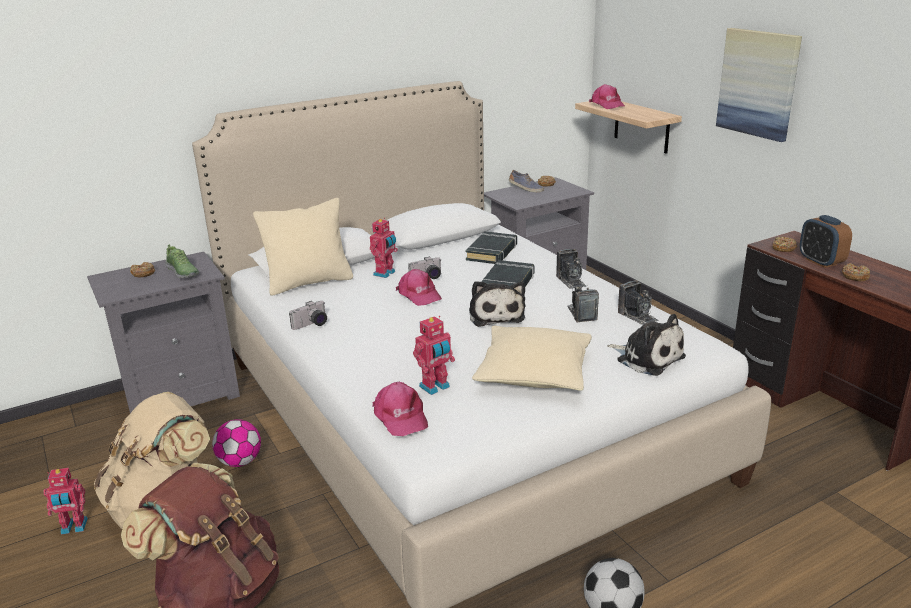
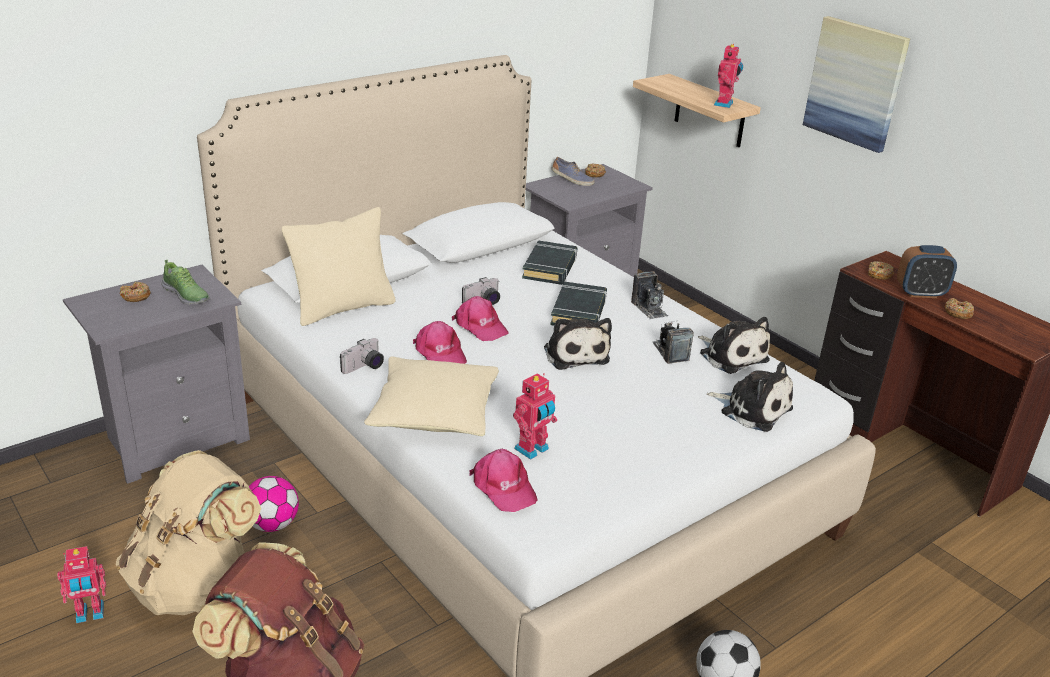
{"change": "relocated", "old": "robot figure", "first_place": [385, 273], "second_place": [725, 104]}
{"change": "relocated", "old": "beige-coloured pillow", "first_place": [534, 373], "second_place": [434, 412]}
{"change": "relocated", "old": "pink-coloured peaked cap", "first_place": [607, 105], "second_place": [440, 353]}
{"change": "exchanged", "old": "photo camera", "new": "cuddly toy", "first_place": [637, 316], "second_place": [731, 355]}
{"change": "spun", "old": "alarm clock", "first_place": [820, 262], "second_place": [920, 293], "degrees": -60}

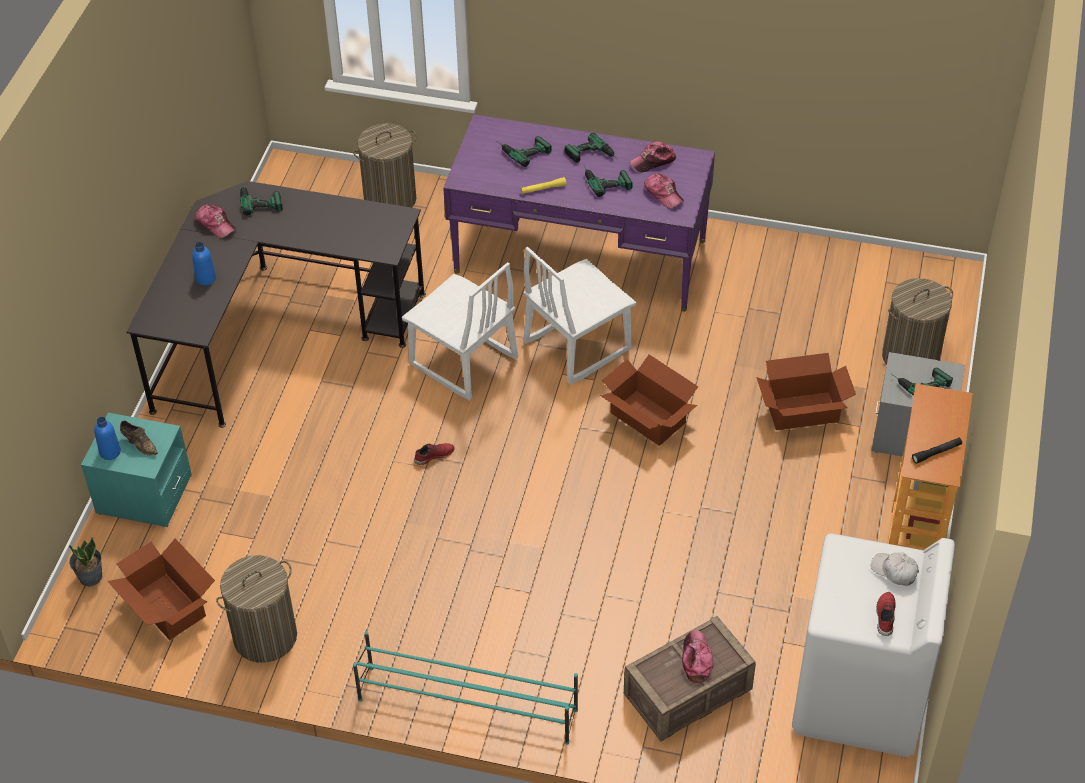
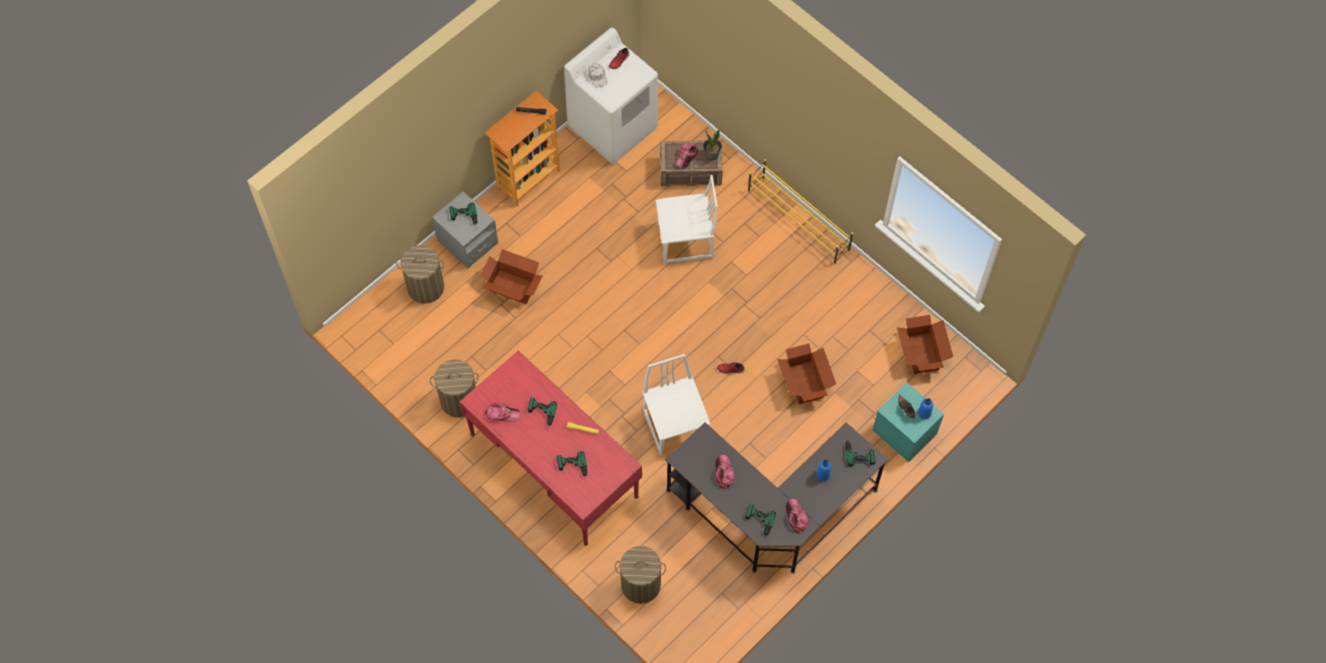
{"change": "relocated", "old": "potted plant", "first_place": [90, 576], "second_place": [712, 155]}
{"change": "relocated", "old": "washing basket", "first_place": [265, 636], "second_place": [459, 400]}
{"change": "colour", "old": "turquoise shoe stand", "new": "yellowish shoe stand", "first_place": [466, 704], "second_place": [798, 221]}
{"change": "colour", "old": "purplish desk", "new": "red desk", "first_place": [580, 256], "second_place": [554, 465]}
{"change": "relocated", "old": "whitish upright chair", "first_place": [576, 345], "second_place": [685, 240]}
{"change": "relocated", "old": "power drill", "first_place": [593, 157], "second_place": [858, 450]}
{"change": "relocated", "old": "carton", "first_place": [648, 418], "second_place": [805, 382]}
{"change": "relocated", "old": "peaked cap", "first_place": [663, 194], "second_place": [723, 473]}

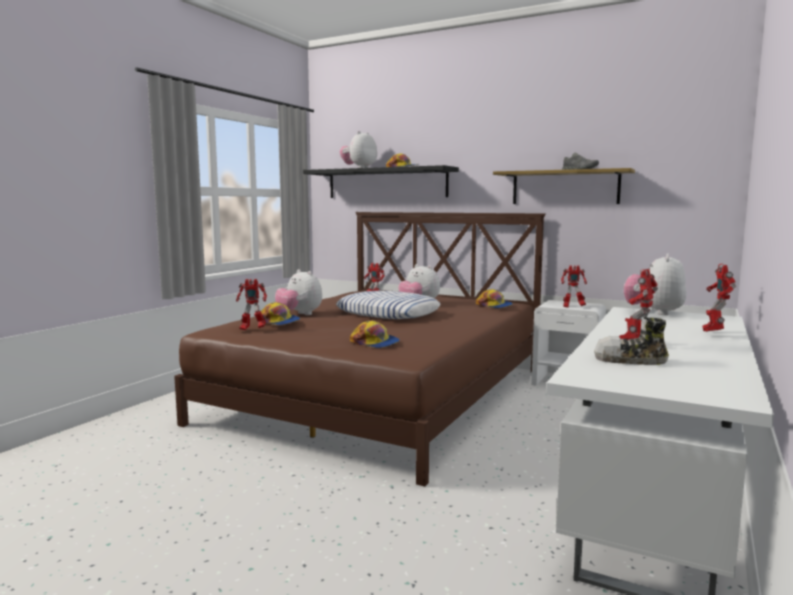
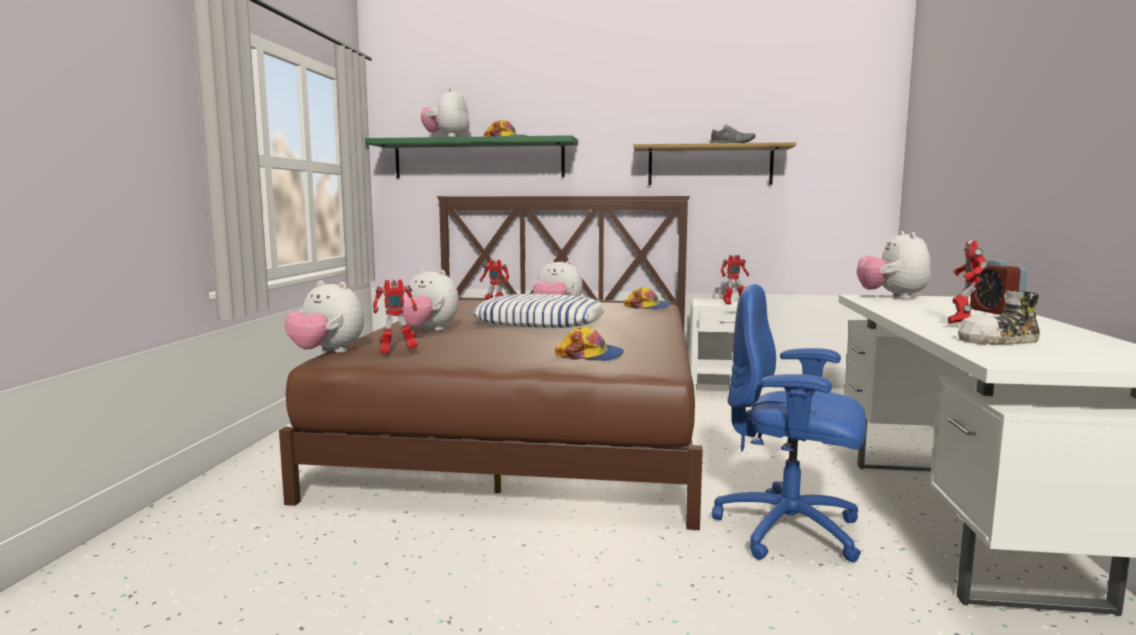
{"change": "missing", "old": "peaked cap", "first_place": [279, 321]}
{"change": "colour", "old": "blackish bracket shelf", "new": "green bracket shelf", "first_place": [386, 183], "second_place": [479, 159]}
{"change": "exchanged", "old": "robot figure", "new": "alarm clock", "first_place": [713, 333], "second_place": [995, 312]}
{"change": "appeared", "new": "cuddly toy", "second_place": [327, 353]}
{"change": "appeared", "new": "blue office chair", "second_place": [790, 531]}

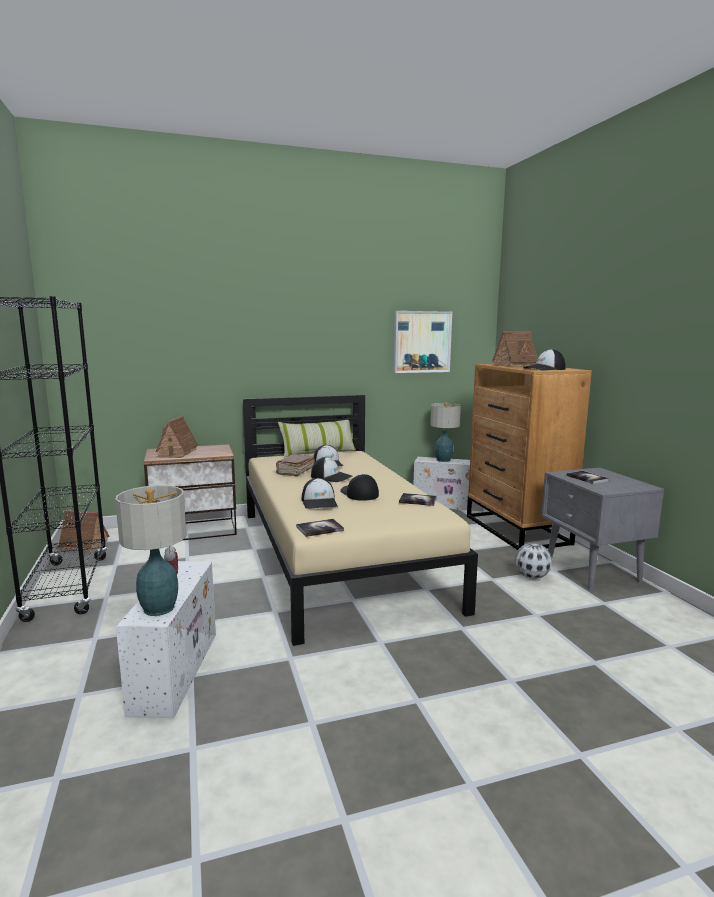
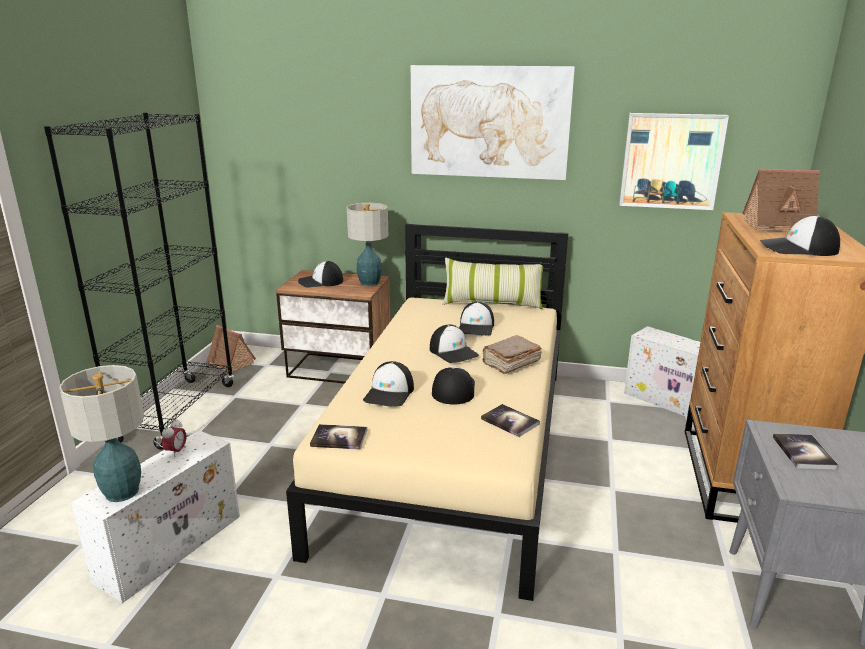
{"change": "exchanged", "old": "model house", "new": "peaked cap", "first_place": [176, 453], "second_place": [320, 282]}
{"change": "relocated", "old": "brown bound book", "first_place": [295, 472], "second_place": [510, 363]}
{"change": "relocated", "old": "tabletop lamp", "first_place": [443, 460], "second_place": [369, 283]}
{"change": "missing", "old": "football", "first_place": [531, 576]}
{"change": "appeared", "new": "wall art", "second_place": [489, 122]}

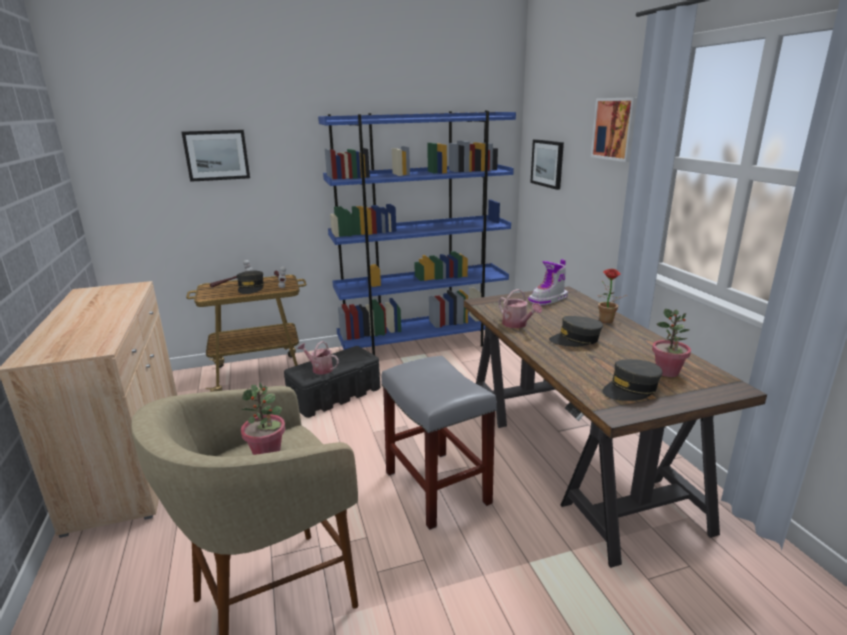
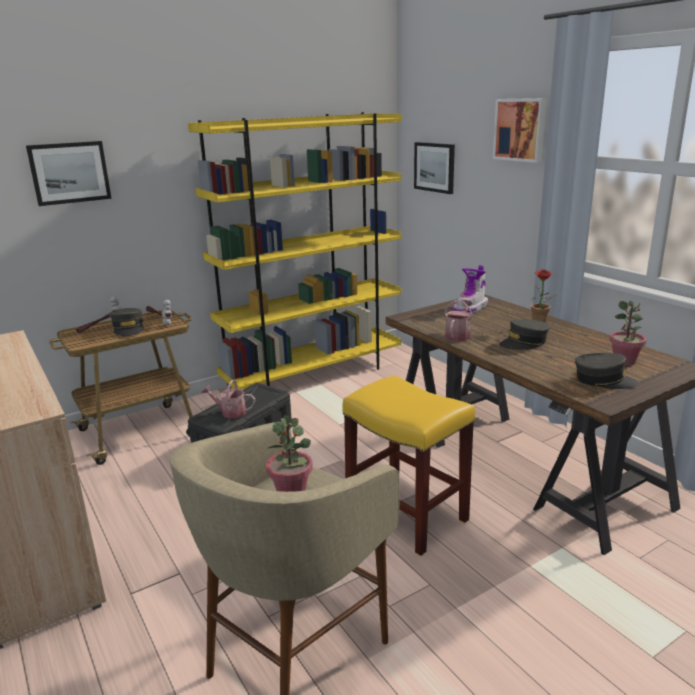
{"change": "colour", "old": "blue shelving unit", "new": "yellowish shelving unit", "first_place": [423, 345], "second_place": [314, 375]}
{"change": "colour", "old": "greyish stool seat", "new": "yellowish stool seat", "first_place": [435, 487], "second_place": [405, 515]}
{"change": "spun", "old": "sprinkling can", "first_place": [517, 324], "second_place": [458, 335], "degrees": -105}
{"change": "spun", "old": "greyish peaked cap", "first_place": [631, 389], "second_place": [604, 380], "degrees": -120}

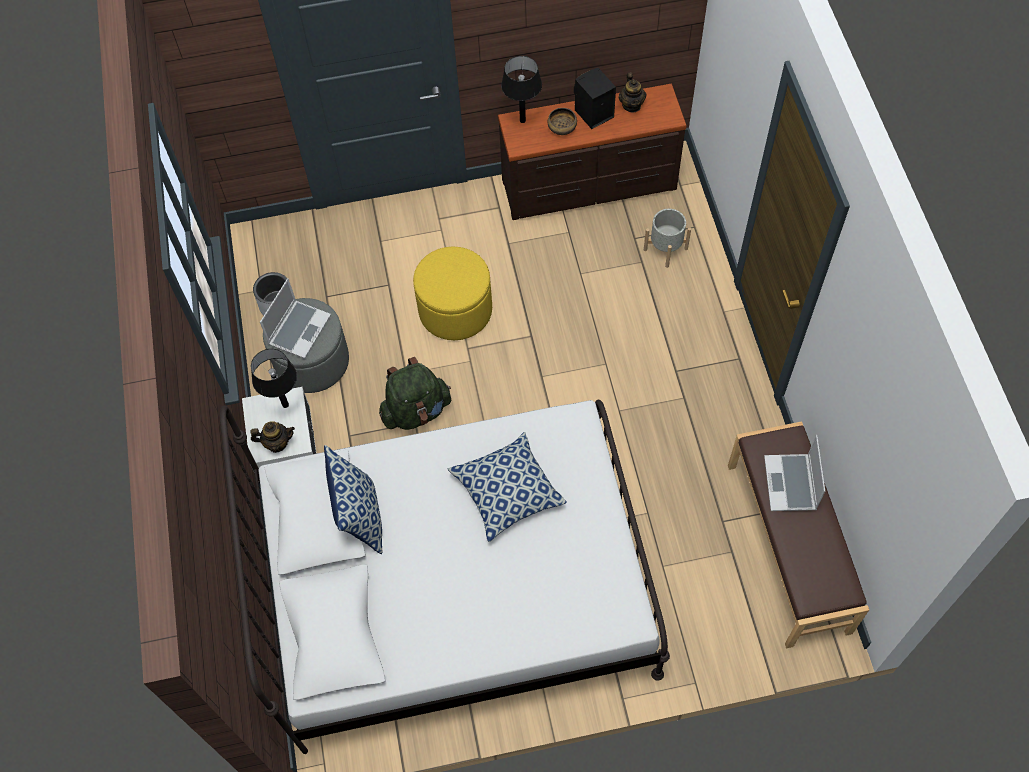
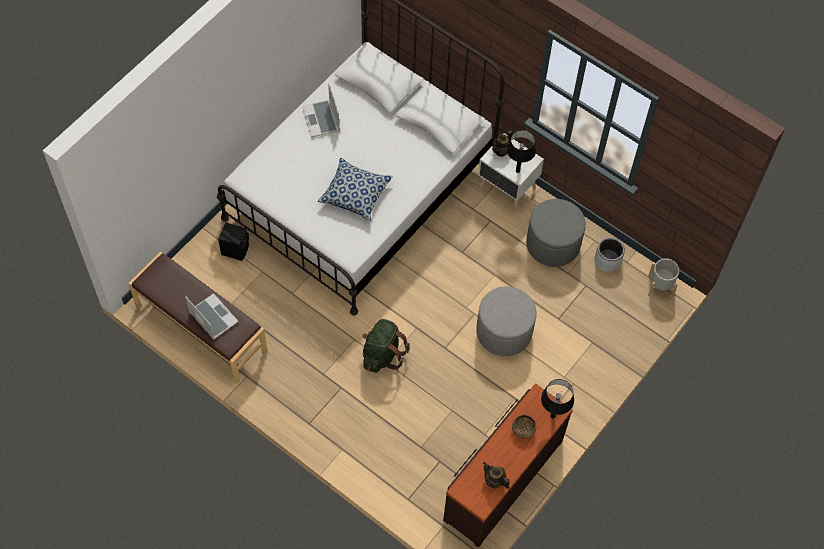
{"change": "relocated", "old": "portable computer", "first_place": [299, 329], "second_place": [321, 119]}
{"change": "missing", "old": "pillow", "first_place": [359, 516]}
{"change": "relocated", "old": "green knapsack", "first_place": [416, 411], "second_place": [382, 354]}
{"change": "colour", "old": "yellowish pouffe", "new": "greyish pouffe", "first_place": [455, 310], "second_place": [504, 331]}
{"change": "relocated", "old": "blackish loudspeaker", "first_place": [592, 114], "second_place": [236, 249]}
{"change": "relocated", "old": "greyish planter", "first_place": [665, 249], "second_place": [660, 286]}

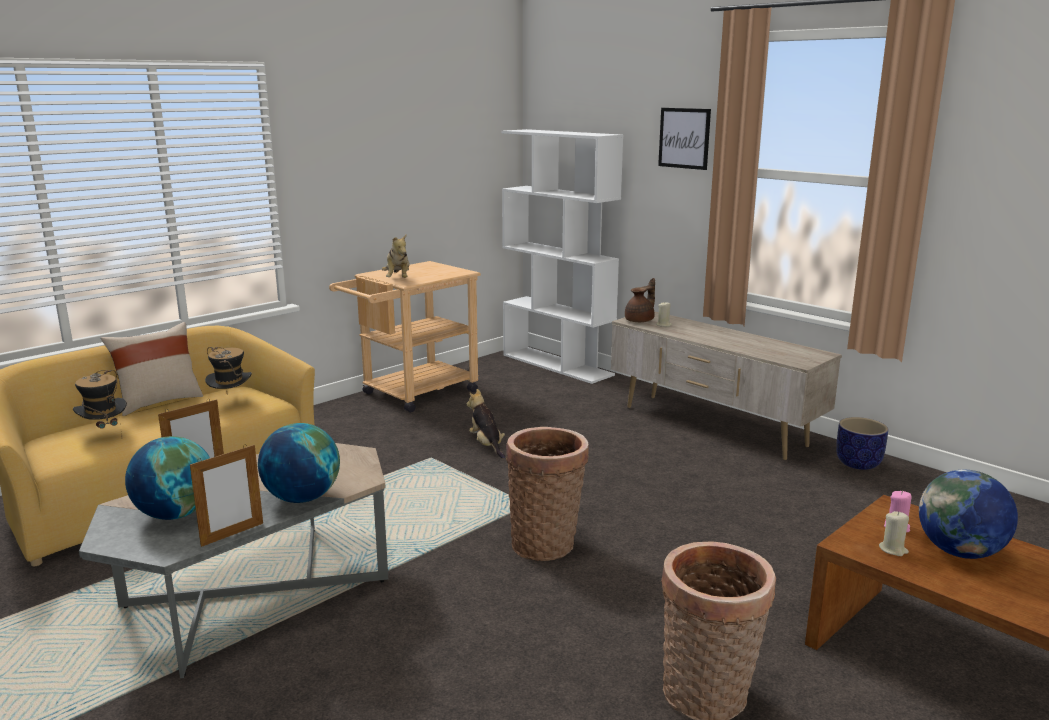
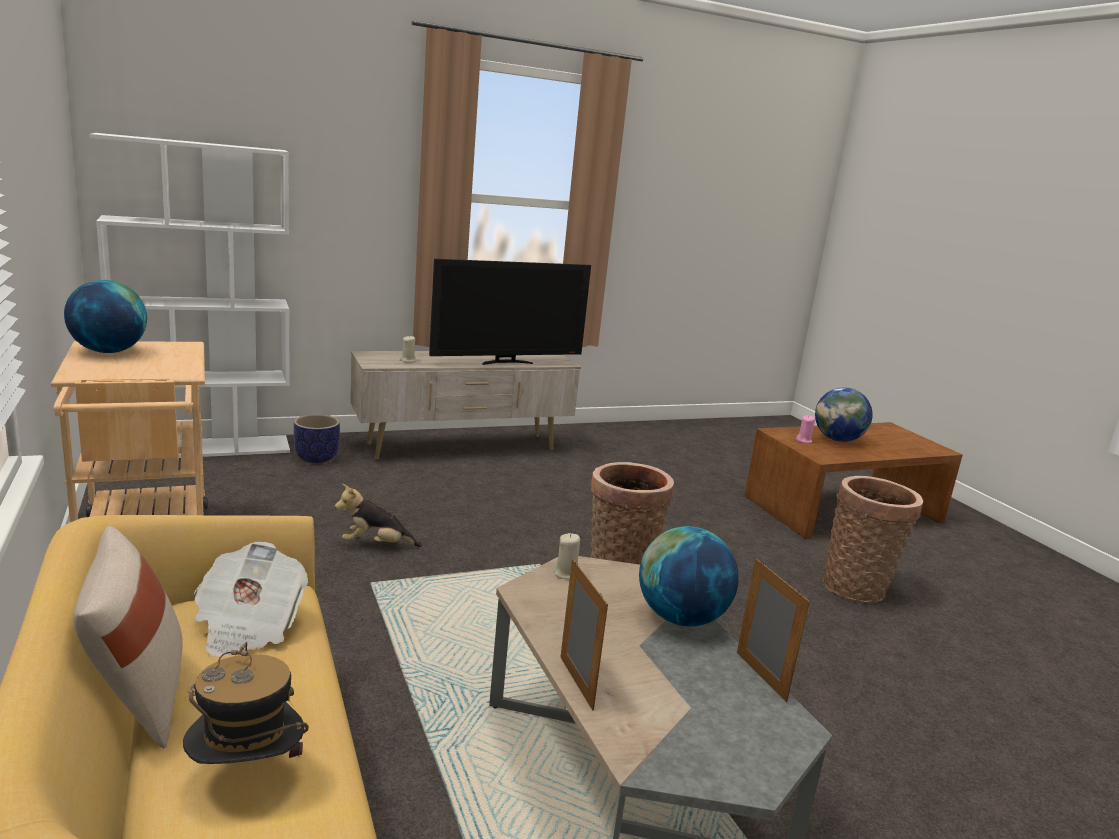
{"change": "relocated", "old": "globe", "first_place": [176, 514], "second_place": [108, 351]}
{"change": "exchanged", "old": "wearable hat", "new": "daily paper", "first_place": [231, 402], "second_place": [248, 625]}
{"change": "missing", "old": "cuddly toy", "first_place": [398, 279]}
{"change": "missing", "old": "brown pot for tea", "first_place": [640, 320]}
{"change": "missing", "old": "wall art", "first_place": [684, 138]}
{"change": "relocated", "old": "planter", "first_place": [859, 463], "second_place": [317, 458]}
{"change": "relocated", "old": "beige-coloured wax light", "first_place": [893, 550], "second_place": [566, 573]}
{"change": "appeared", "new": "TV", "second_place": [506, 362]}

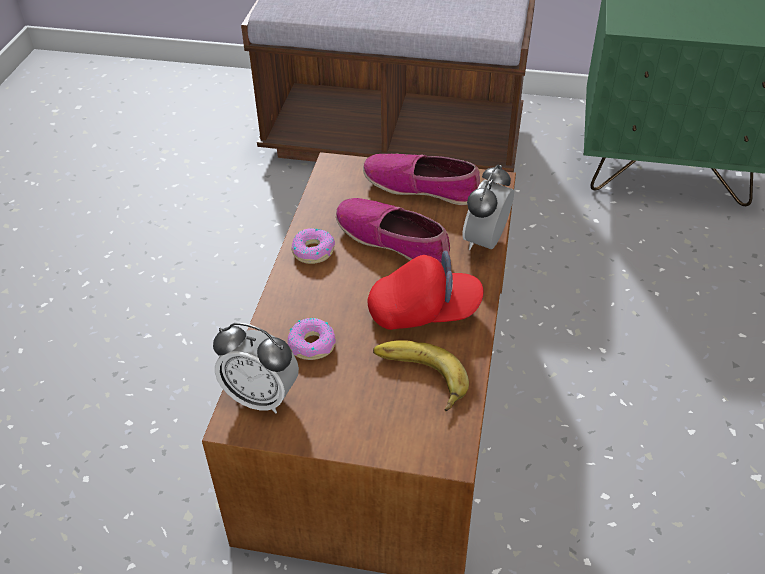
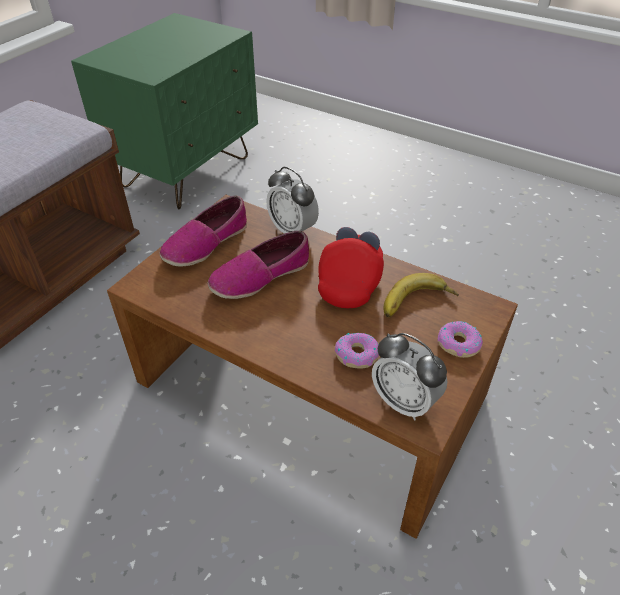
{"change": "spun", "old": "alarm clock", "first_place": [261, 397], "second_place": [404, 401], "degrees": 90}
{"change": "relocated", "old": "ring doughnut", "first_place": [313, 251], "second_place": [458, 344]}

